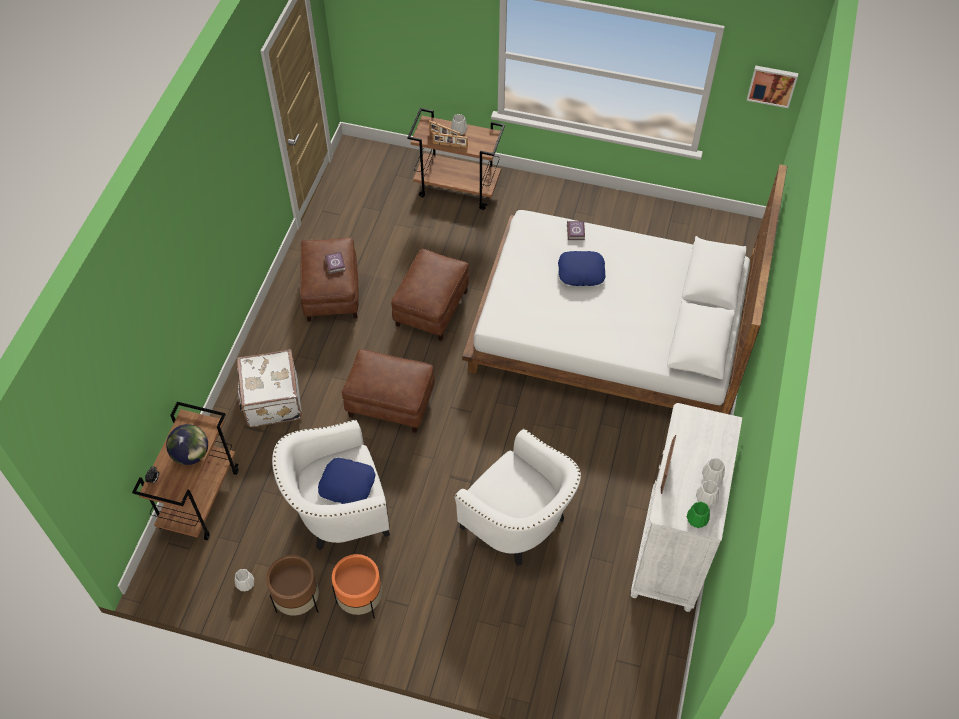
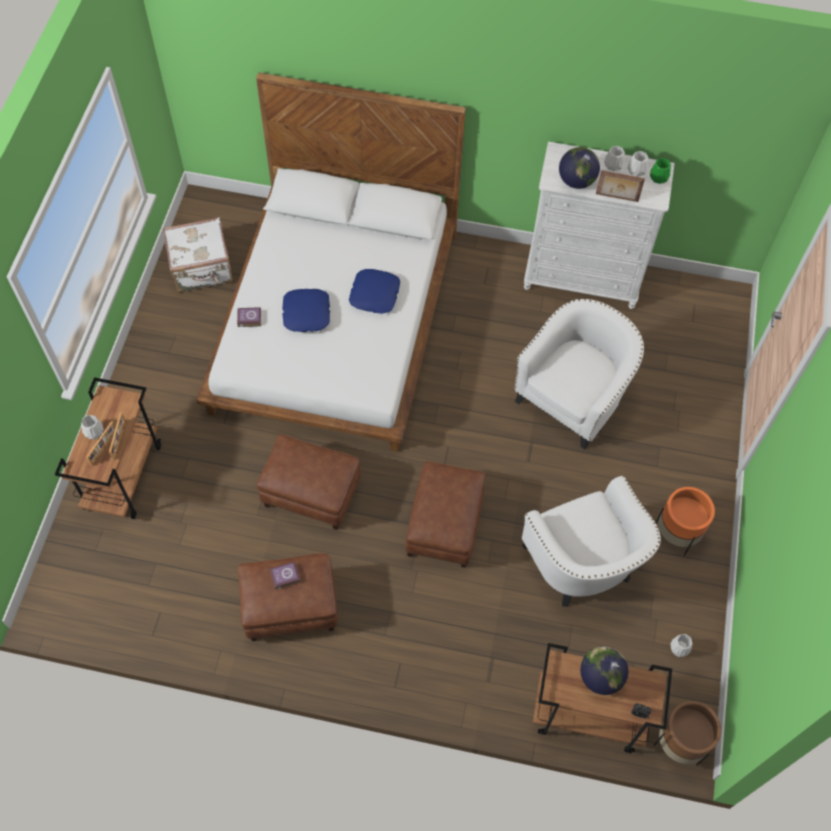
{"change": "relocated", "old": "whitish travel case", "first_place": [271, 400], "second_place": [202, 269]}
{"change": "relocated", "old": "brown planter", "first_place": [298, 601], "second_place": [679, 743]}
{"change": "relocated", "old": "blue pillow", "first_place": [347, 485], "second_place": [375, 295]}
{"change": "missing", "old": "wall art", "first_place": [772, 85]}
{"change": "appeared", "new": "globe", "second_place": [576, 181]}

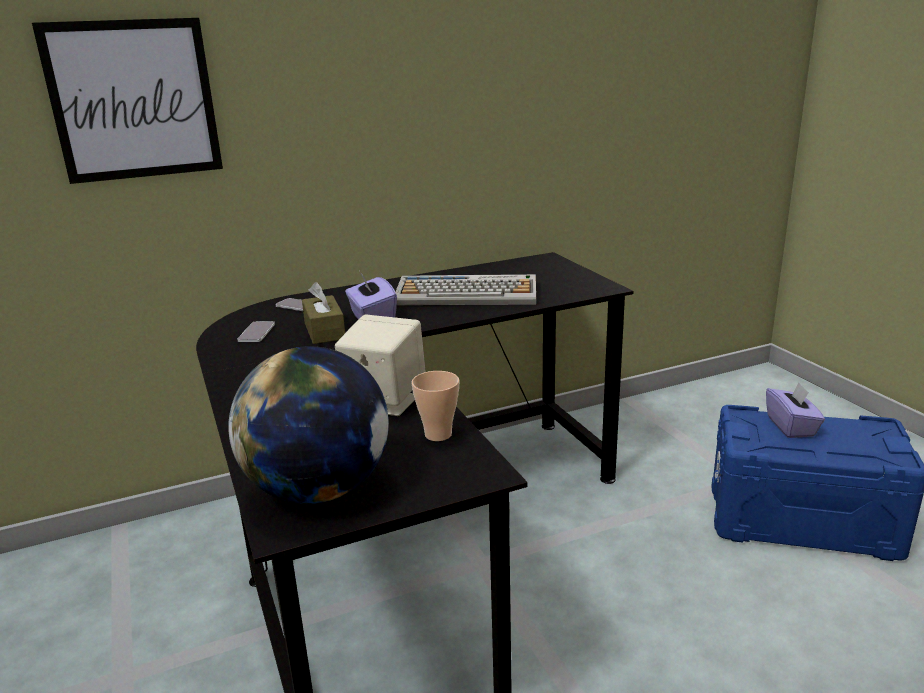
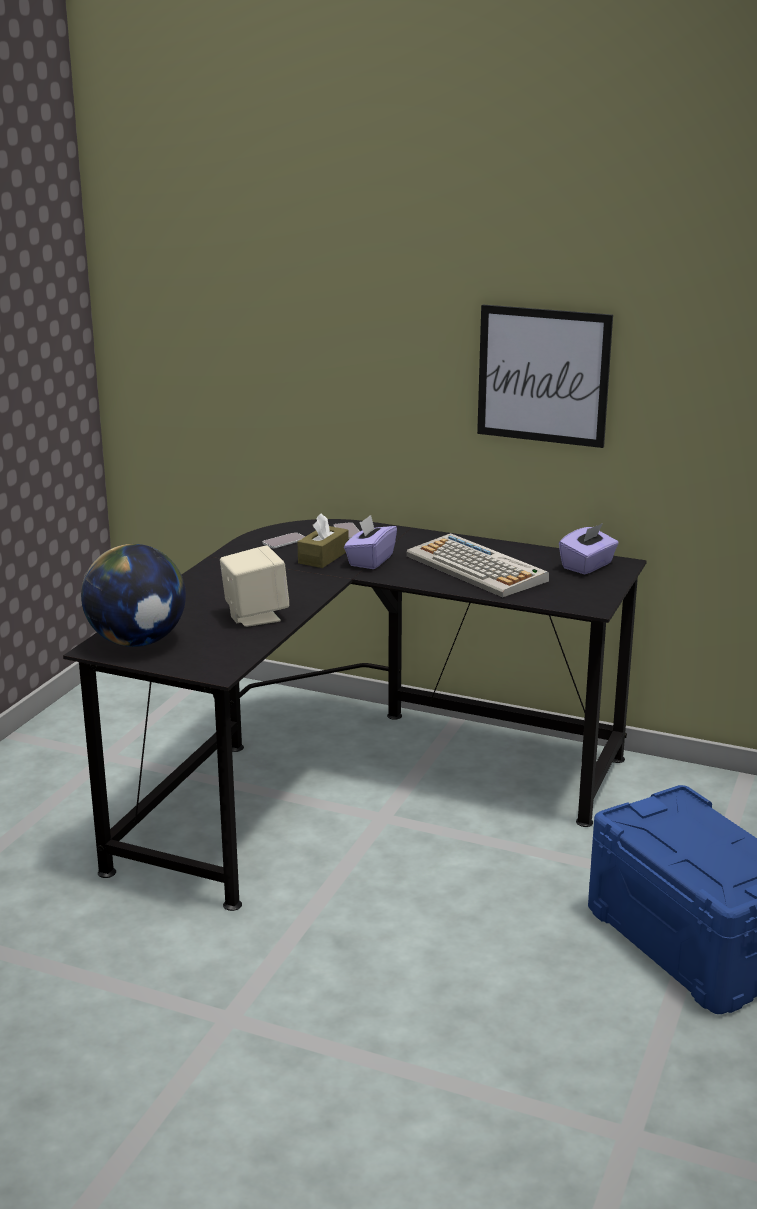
{"change": "relocated", "old": "wall art", "first_place": [134, 100], "second_place": [543, 375]}
{"change": "missing", "old": "cup", "first_place": [438, 434]}
{"change": "relocated", "old": "purplish box of tissues", "first_place": [791, 426], "second_place": [587, 566]}

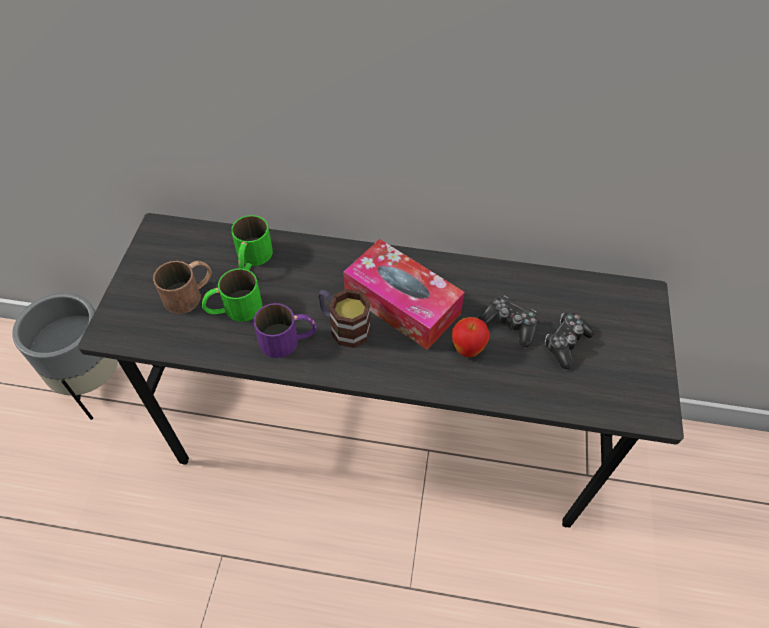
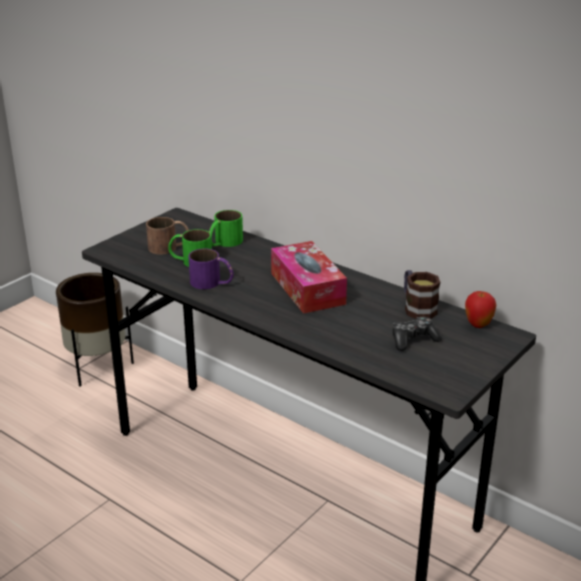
{"change": "colour", "old": "greyish planter", "new": "brown planter", "first_place": [94, 383], "second_place": [97, 367]}
{"change": "relocated", "old": "tea mug", "first_place": [343, 327], "second_place": [417, 308]}
{"change": "relocated", "old": "whole apple", "first_place": [467, 350], "second_place": [478, 325]}
{"change": "missing", "old": "joypad", "first_place": [509, 324]}

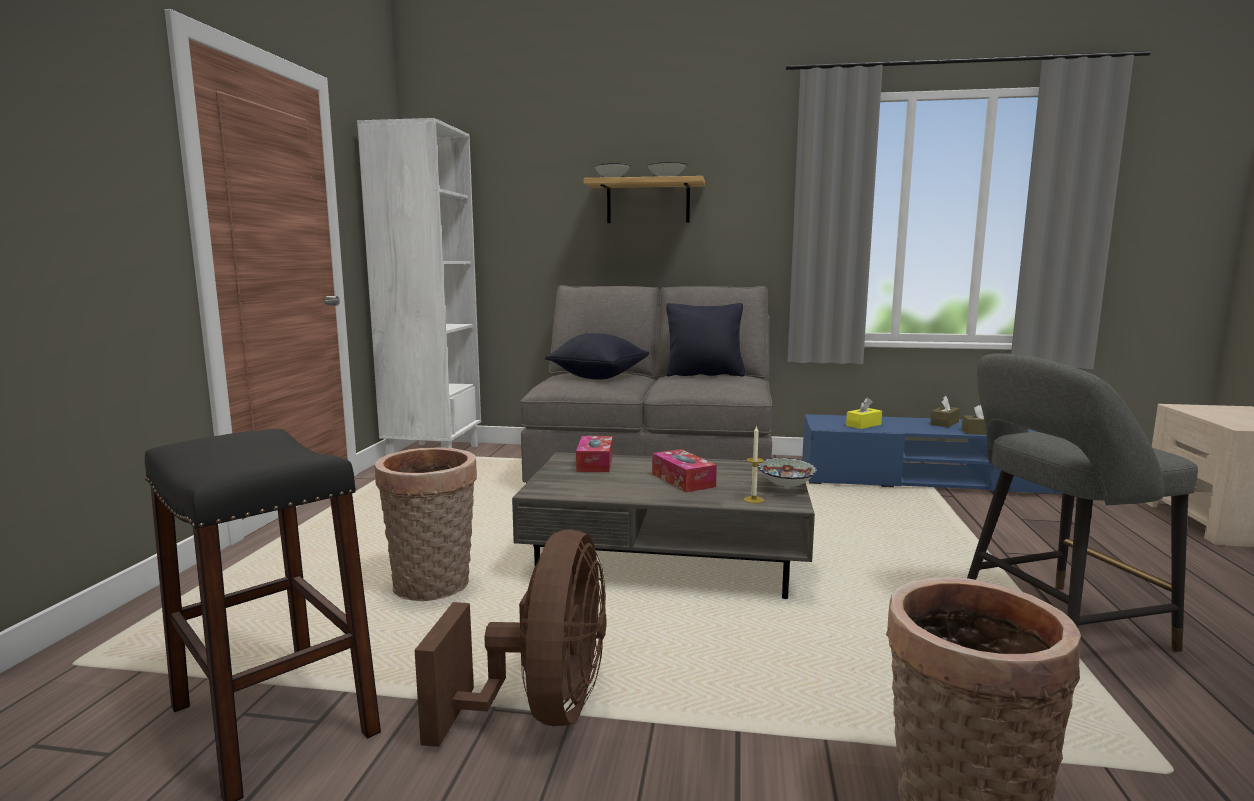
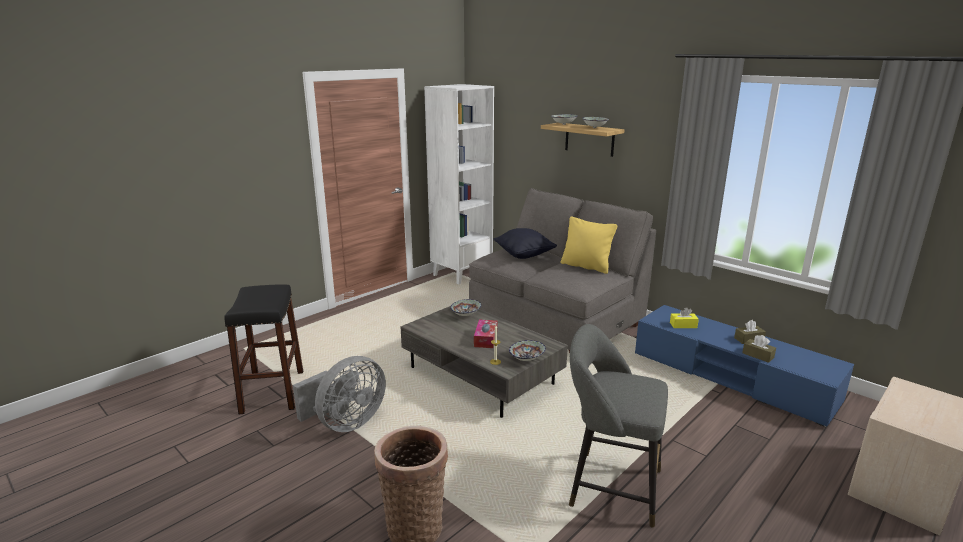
{"change": "missing", "old": "basket", "first_place": [433, 587]}
{"change": "colour", "old": "brown fan", "new": "greyish fan", "first_place": [542, 710], "second_place": [346, 423]}
{"change": "exchanged", "old": "box of tissues", "new": "deep dish", "first_place": [595, 463], "second_place": [465, 314]}
{"change": "colour", "old": "blackish pillow", "new": "yellowish pillow", "first_place": [704, 374], "second_place": [586, 266]}

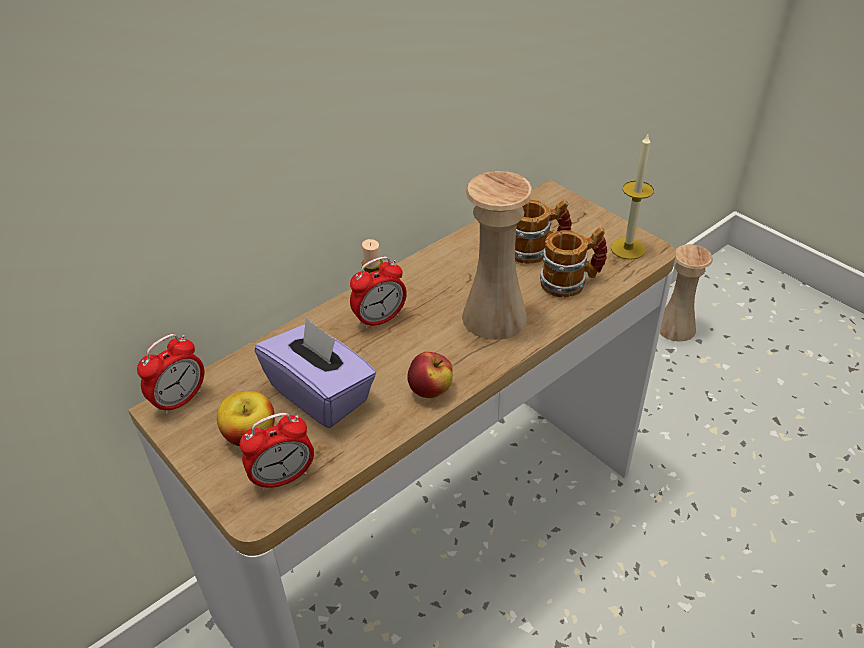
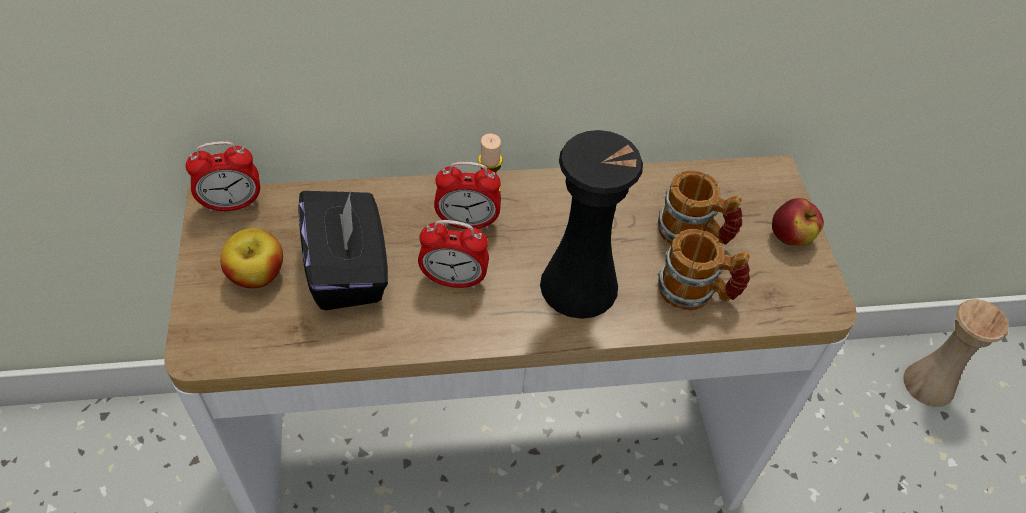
{"change": "relocated", "old": "alarm clock", "first_place": [283, 478], "second_place": [454, 280]}
{"change": "colour", "old": "purplish box of tissues", "new": "blackish box of tissues", "first_place": [321, 394], "second_place": [348, 270]}
{"change": "relocated", "old": "whole apple", "first_place": [431, 390], "second_place": [790, 237]}
{"change": "colour", "old": "beige-coloured flower vase", "new": "blackish flower vase", "first_place": [494, 317], "second_place": [579, 285]}
{"change": "missing", "old": "wax light", "first_place": [628, 248]}

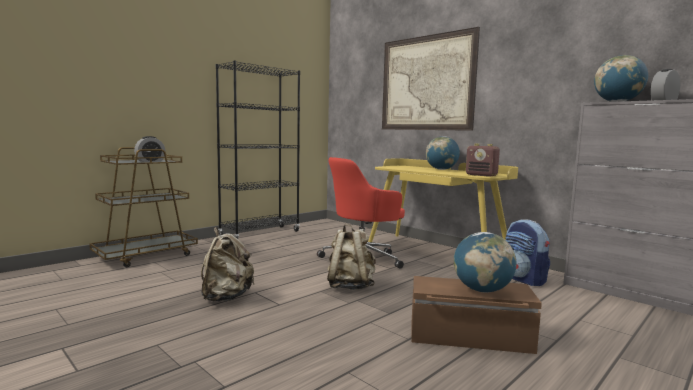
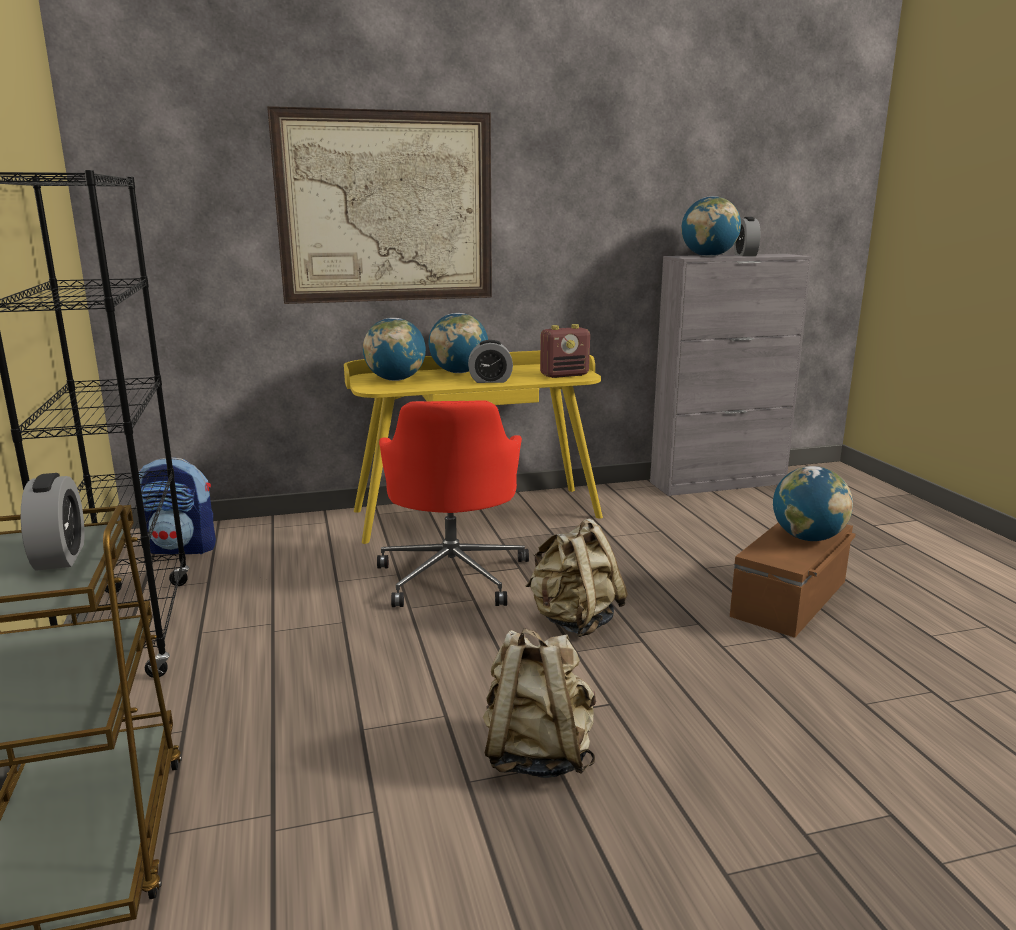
{"change": "relocated", "old": "knapsack", "first_place": [524, 279], "second_place": [182, 548]}
{"change": "appeared", "new": "globe", "second_place": [395, 380]}
{"change": "appeared", "new": "alarm clock", "second_place": [490, 381]}

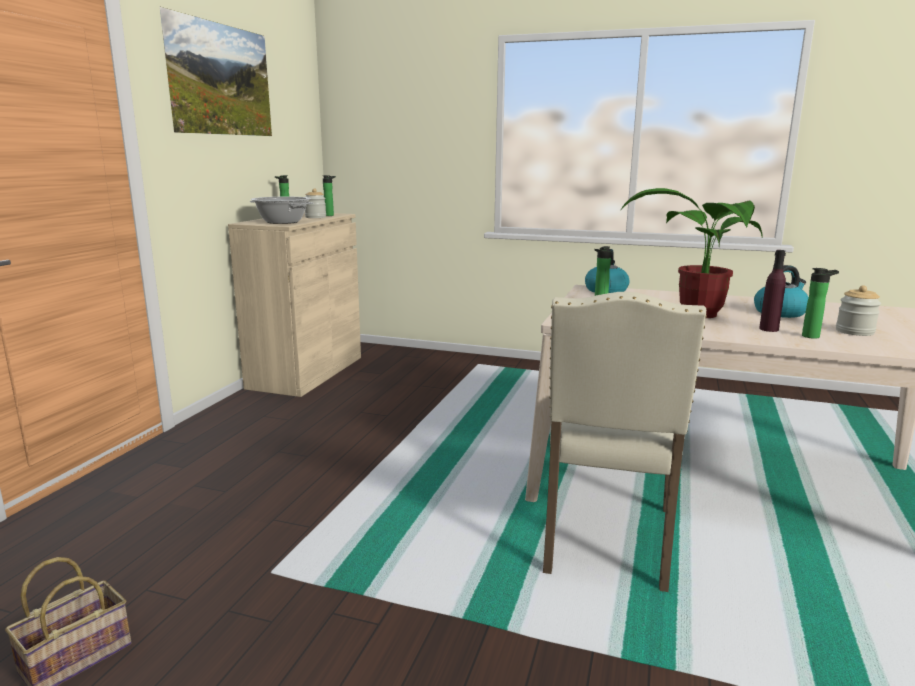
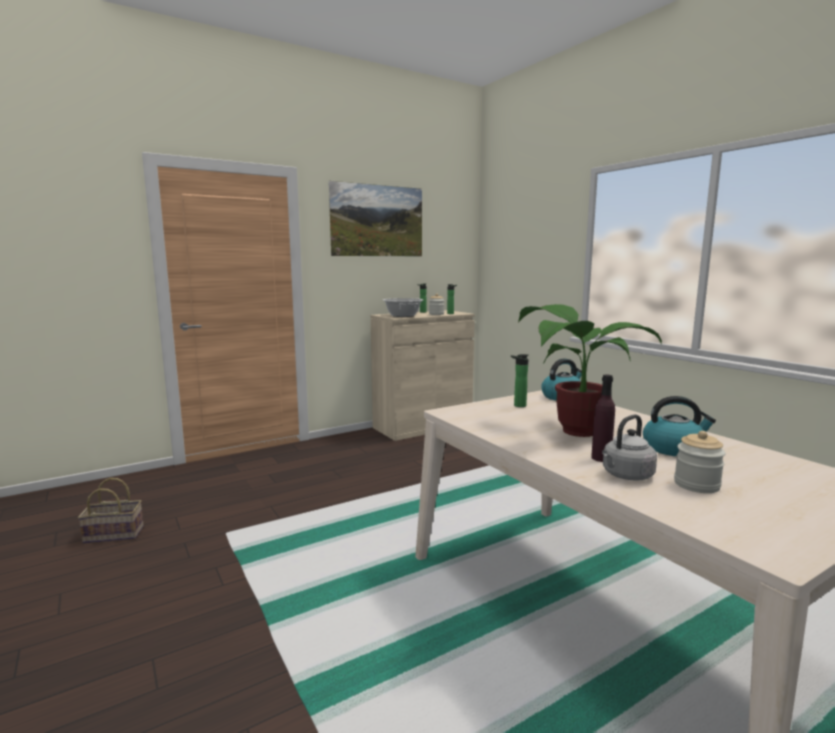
{"change": "missing", "old": "beige-coloured upright chair", "first_place": [606, 541]}
{"change": "exchanged", "old": "drink bottle", "new": "greyish kettle", "first_place": [813, 336], "second_place": [626, 476]}

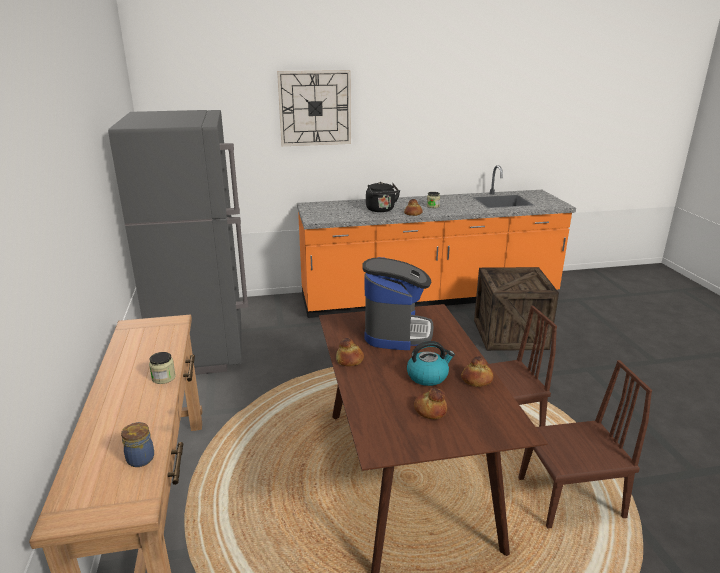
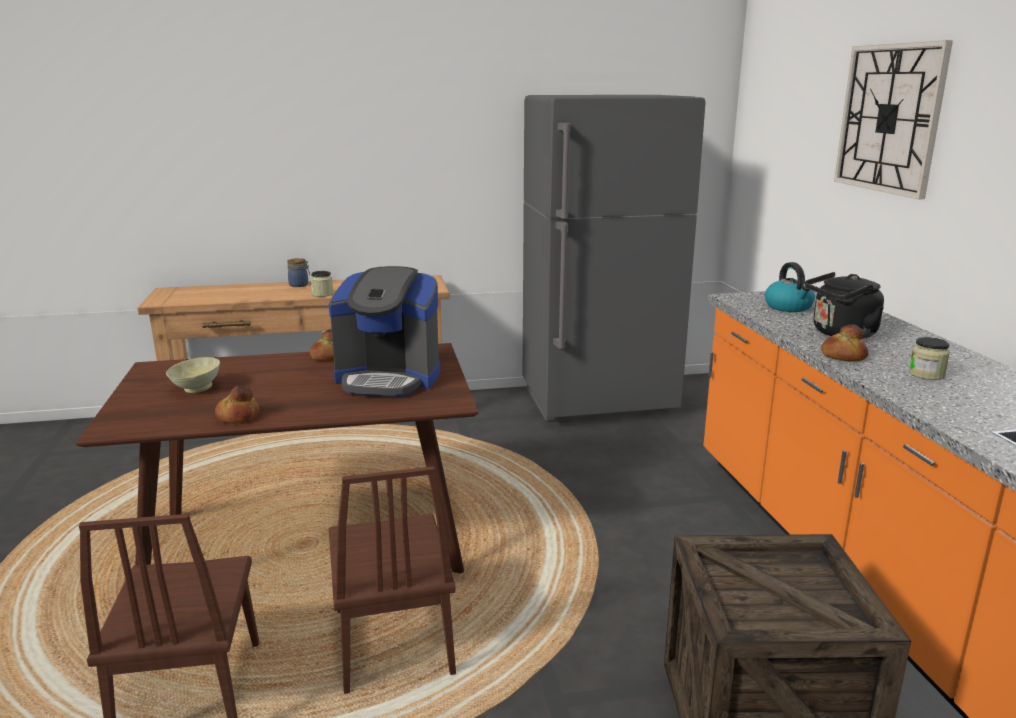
{"change": "relocated", "old": "storage jar", "first_place": [141, 458], "second_place": [299, 285]}
{"change": "relocated", "old": "kettle", "first_place": [428, 376], "second_place": [789, 307]}
{"change": "exchanged", "old": "baked bread", "new": "beige-coloured deep dish", "first_place": [430, 410], "second_place": [196, 389]}

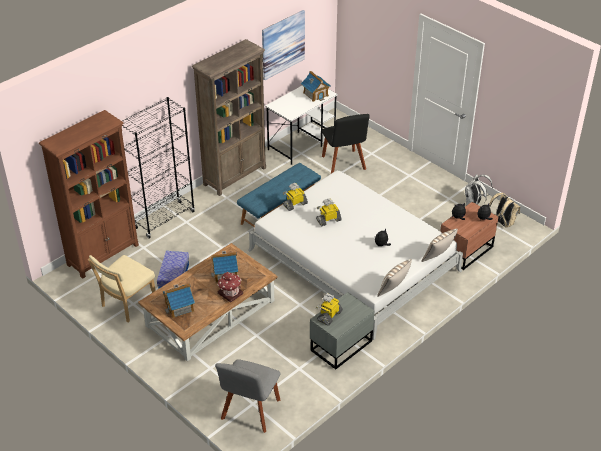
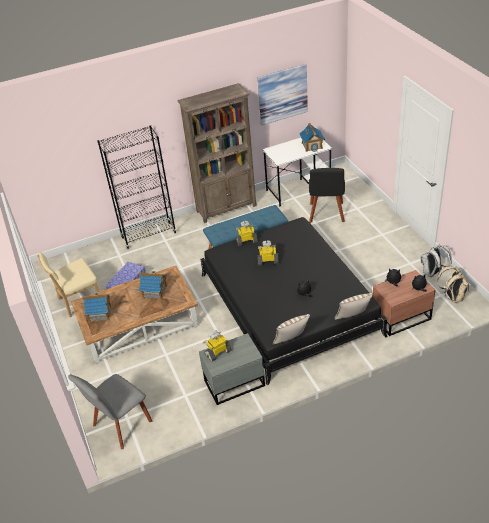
{"change": "missing", "old": "brown shelving unit", "first_place": [103, 255]}
{"change": "missing", "old": "model house", "first_place": [230, 293]}
{"change": "colour", "old": "whitish bedroom bed", "new": "blackish bedroom bed", "first_place": [353, 260], "second_place": [288, 304]}

